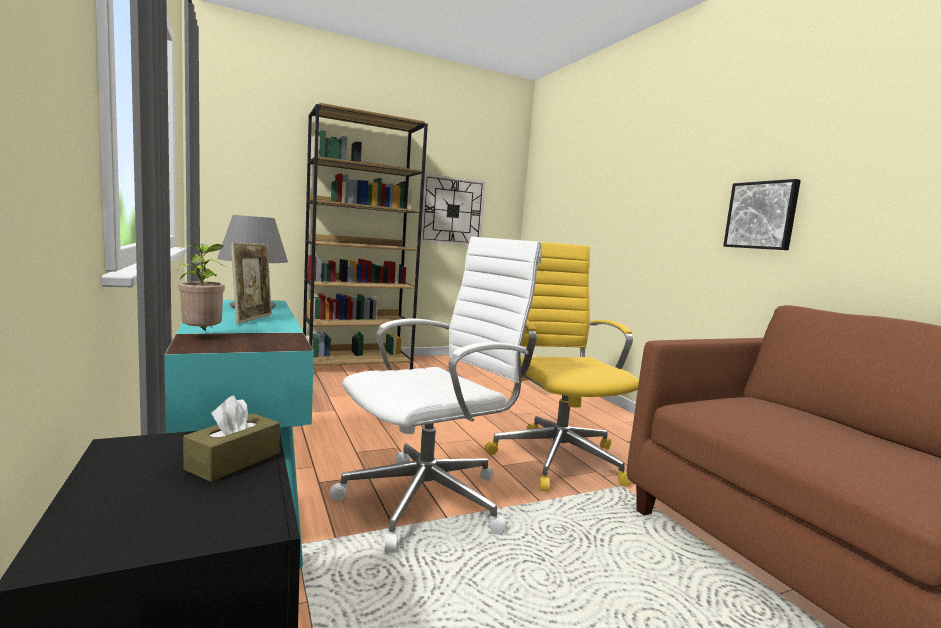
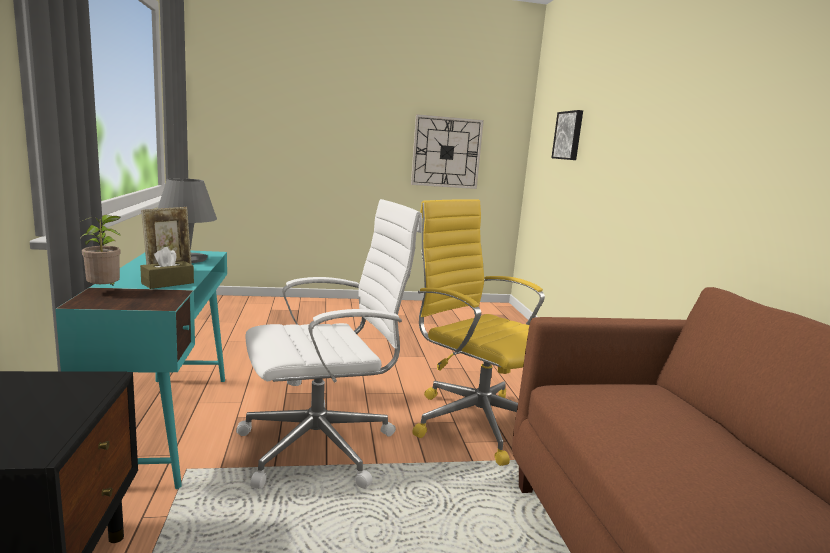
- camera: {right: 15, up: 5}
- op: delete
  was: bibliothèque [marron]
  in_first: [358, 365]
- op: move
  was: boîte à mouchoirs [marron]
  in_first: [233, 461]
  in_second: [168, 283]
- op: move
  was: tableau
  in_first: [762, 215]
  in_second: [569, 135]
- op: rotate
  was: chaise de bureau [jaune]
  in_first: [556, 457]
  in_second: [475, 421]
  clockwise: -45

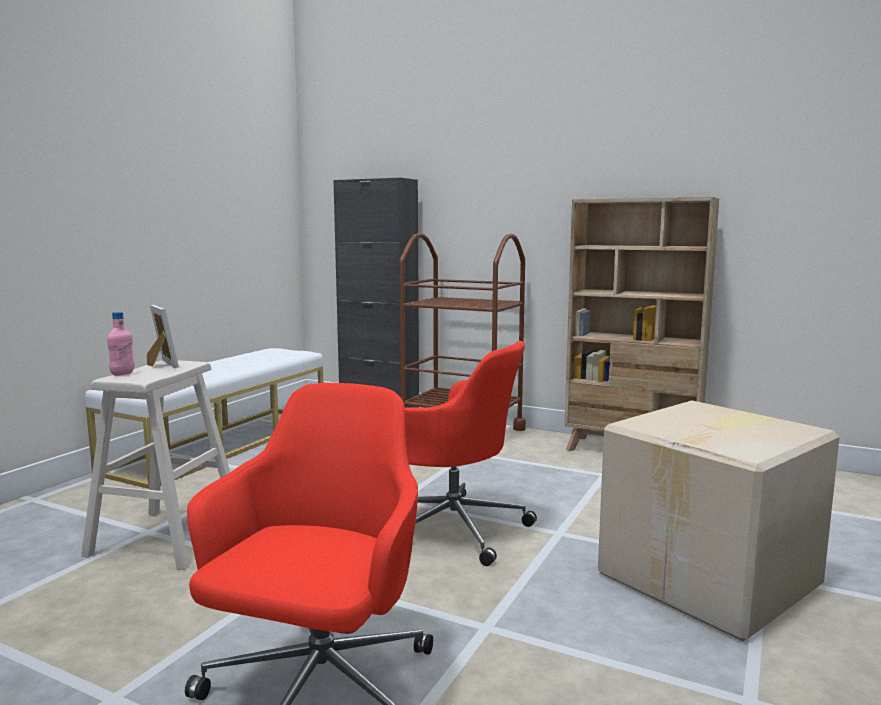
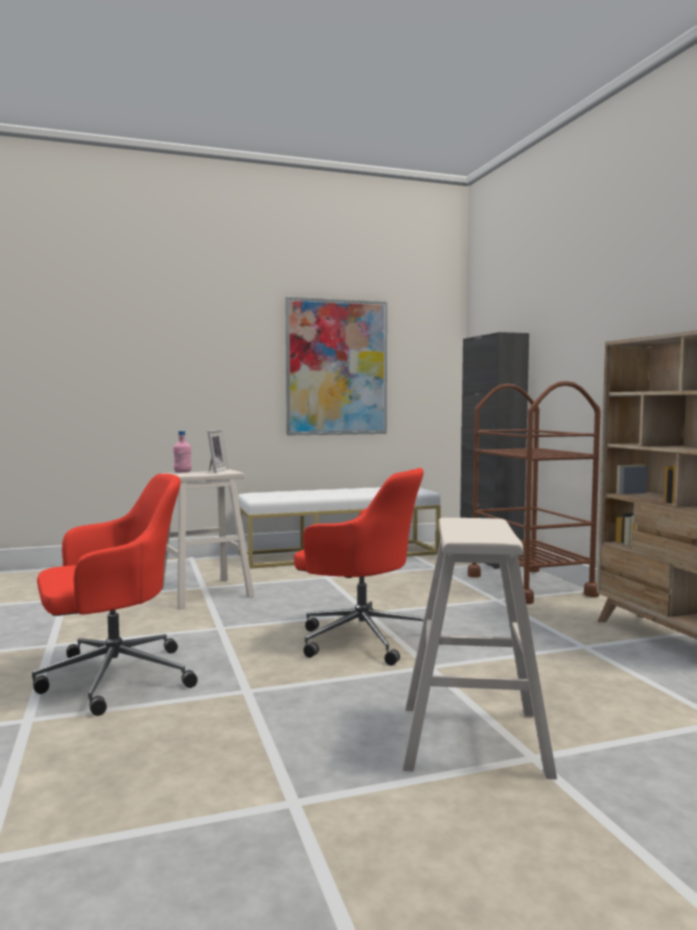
- camera: {right: 45, up: -5}
- op: insert
  now: tableau
  in_second: [337, 367]
- op: replace
  was: carton
  now: tabouret [beige]
  in_first: [711, 579]
  in_second: [473, 739]
- op: rotate
  was: chaise de bureau [rouge]
  in_first: [452, 528]
  in_second: [360, 638]
  clockwise: -45

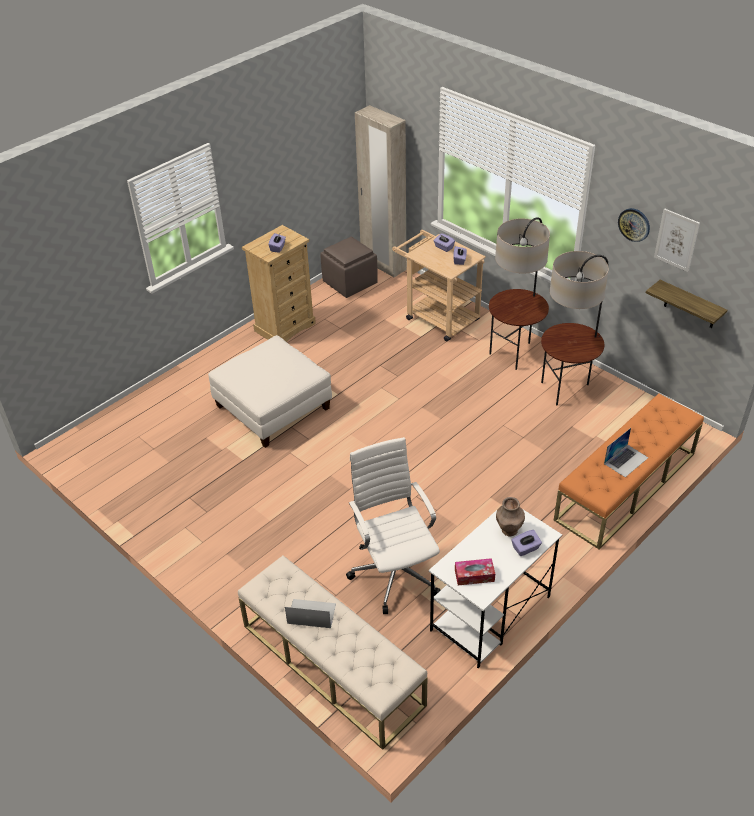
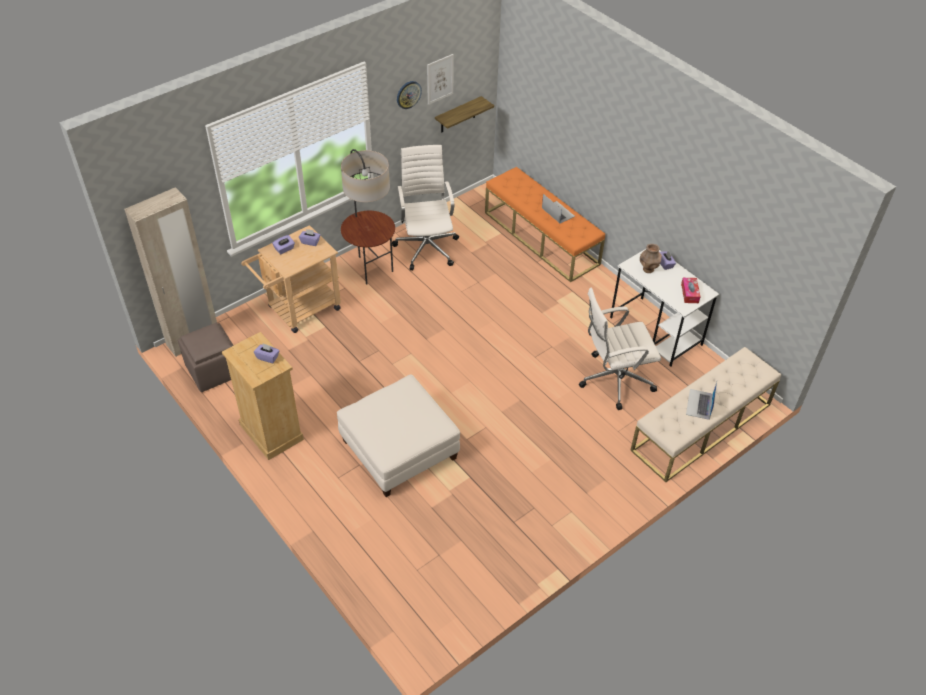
- camera: {right: -85, up: 5}
- op: replace
  was: lampadaire
  now: chaise de bureau [blanc]
  in_first: [566, 389]
  in_second: [427, 247]

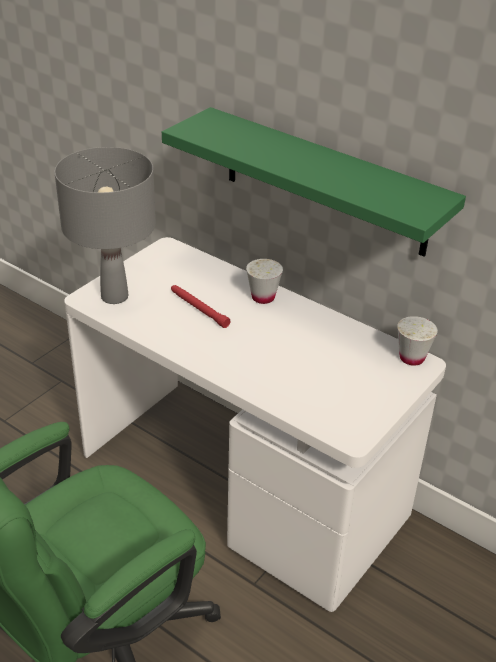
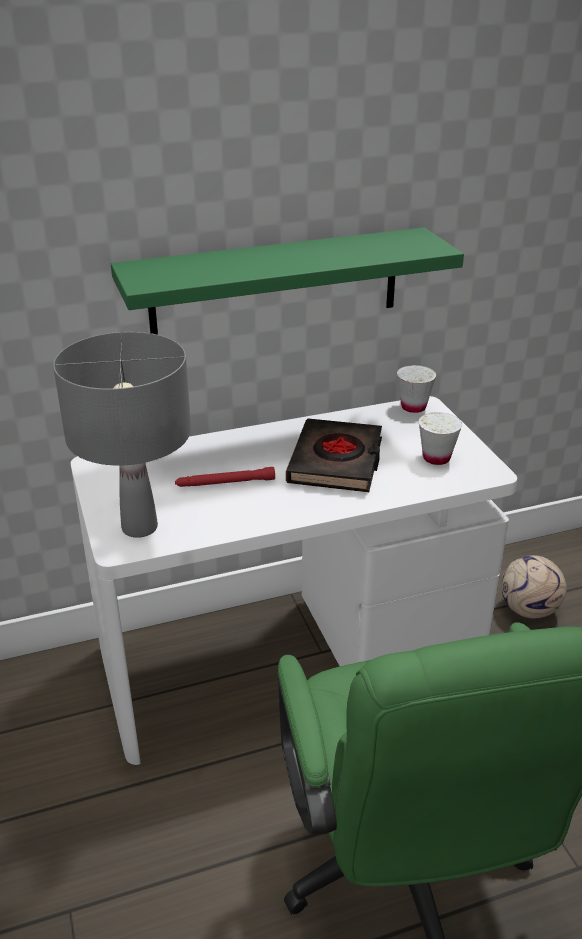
- camera: {right: -55, up: -5}
- op: insert
  now: livre [noir]
  in_second: [336, 462]
- op: insert
  now: ballon de foot
  in_second: [529, 610]
- op: move
  was: tasse [blanc]
  in_first: [263, 297]
  in_second: [436, 458]

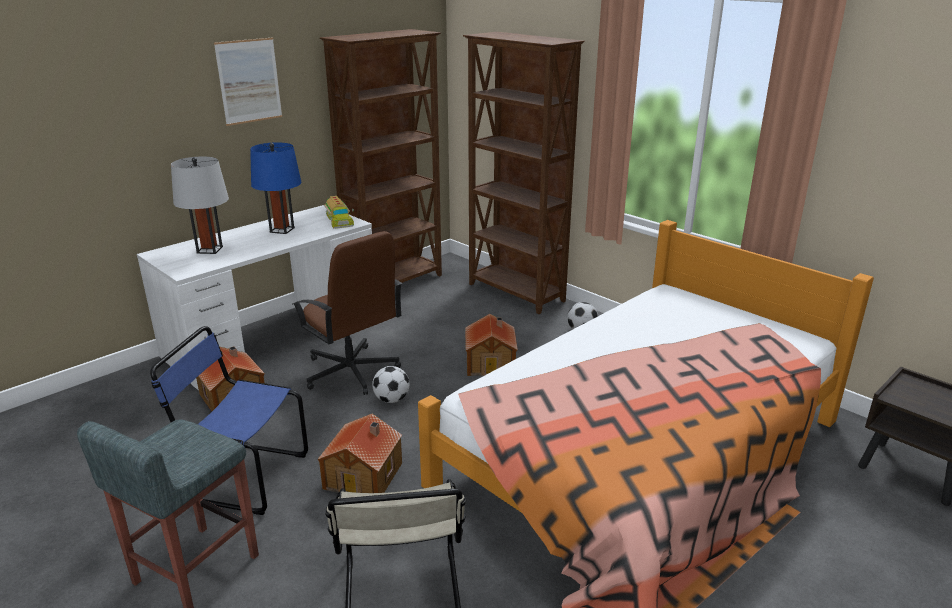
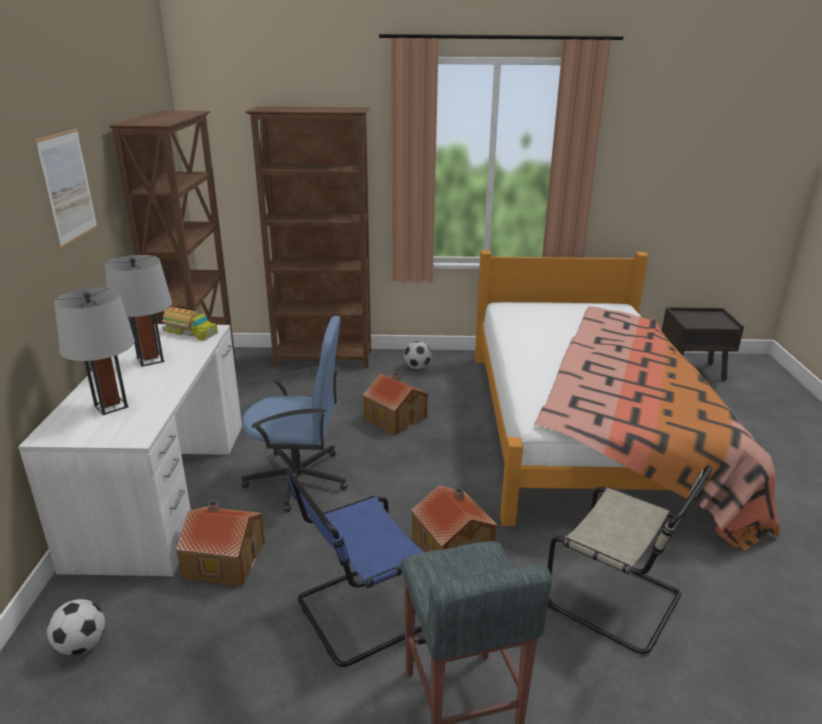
- camera: {right: -45, up: 0}
- op: move
  was: ballon de foot
  in_first: [391, 399]
  in_second: [82, 645]
- op: recolor
  was: lampe de table [bleu]
  now: lampe de table [gris]
  in_first: [282, 230]
  in_second: [150, 360]
- op: recolor
  was: chaise de bureau [marron]
  now: chaise de bureau [bleu]
  in_first: [351, 372]
  in_second: [299, 479]

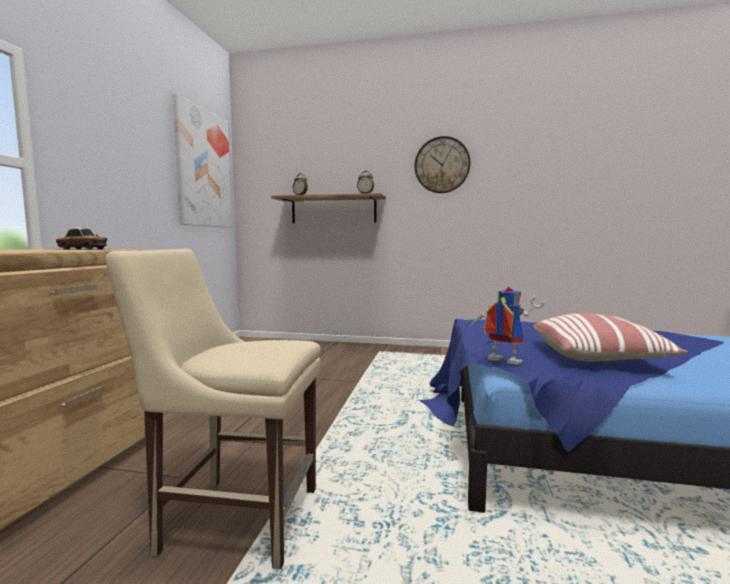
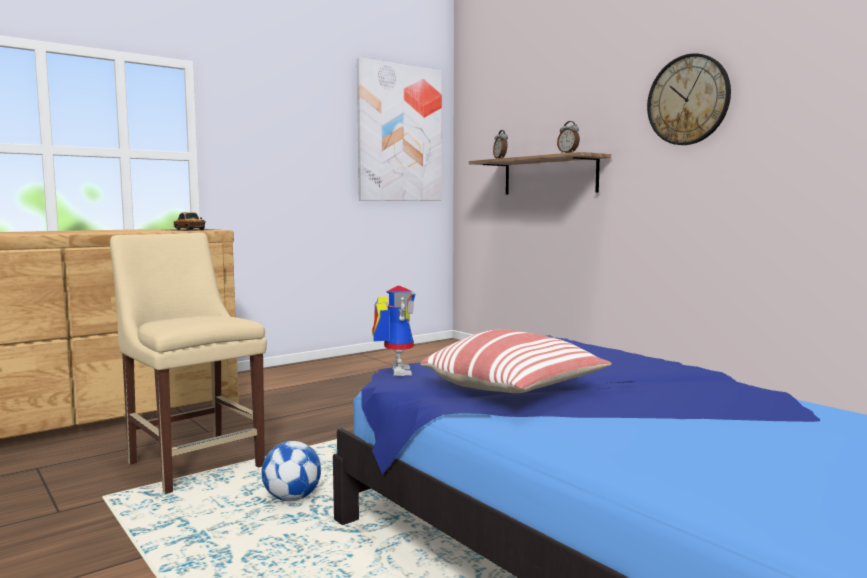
- camera: {right: 40, up: 0}
- op: insert
  now: ballon de foot
  in_second: [292, 498]

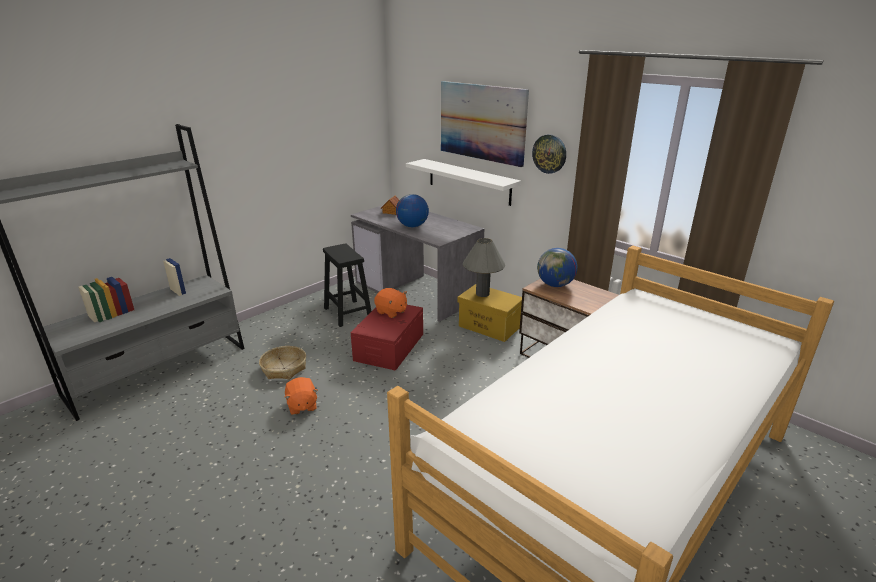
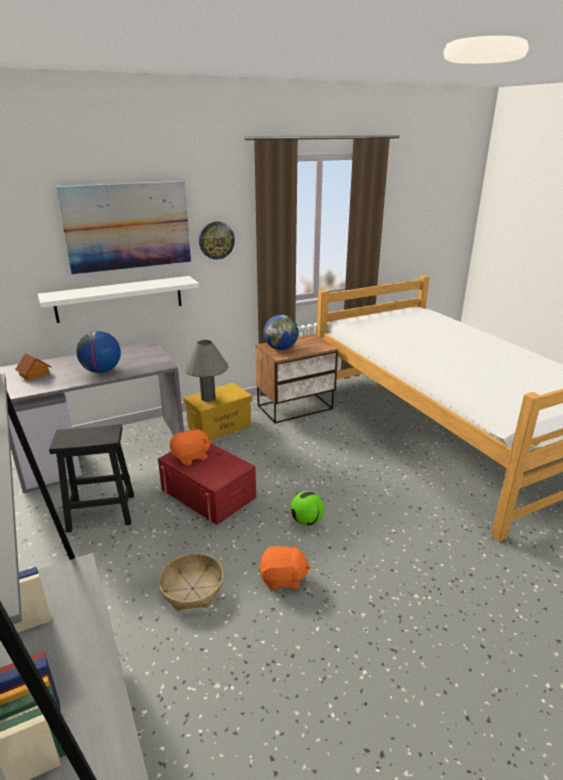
- camera: {right: -70, up: 0}
- op: insert
  now: ballon de foot
  in_second: [307, 521]

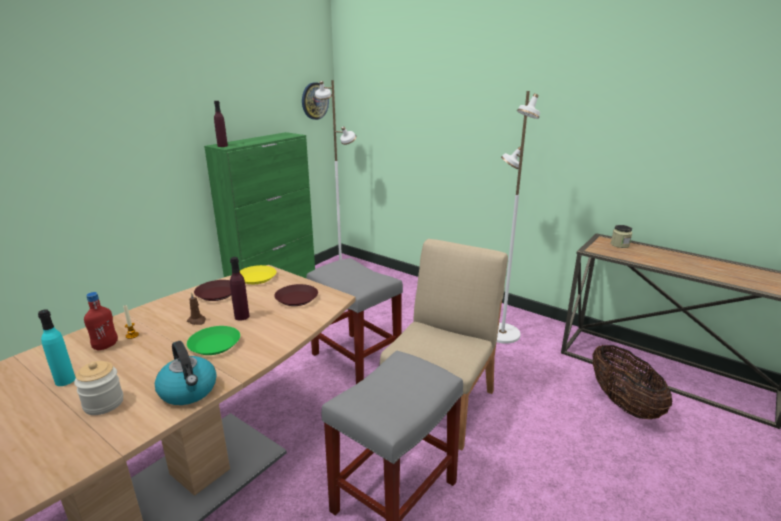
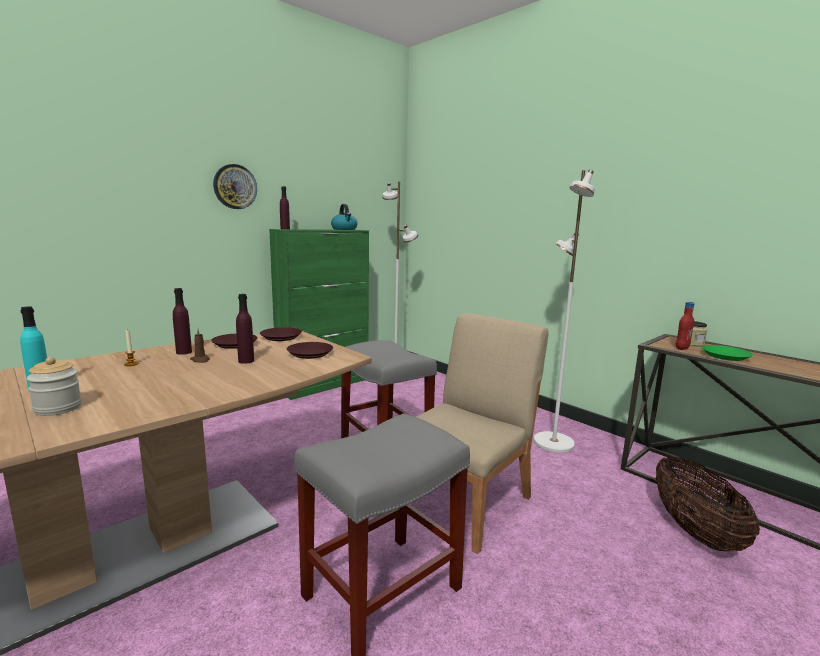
- camera: {right: 10, up: -10}
- op: insert
  now: bouteille [violet]
  in_second: [184, 352]
- op: move
  was: bouteille [rouge]
  in_first: [106, 346]
  in_second: [682, 348]
- op: move
  was: bouilloire
  in_first: [189, 391]
  in_second: [344, 229]
- op: move
  was: assiette [vert]
  in_first: [214, 344]
  in_second: [725, 356]
- op: move
  was: horloge murale
  in_first: [314, 101]
  in_second: [235, 187]
- op: recolor
  was: assiette [jaune]
  now: assiette [marron]
  in_first: [257, 278]
  in_second: [281, 337]

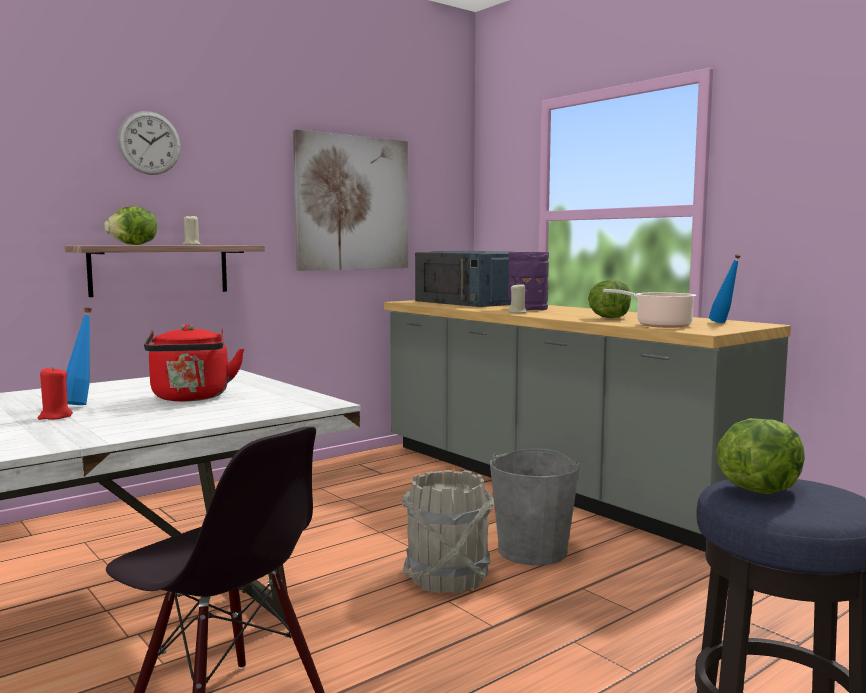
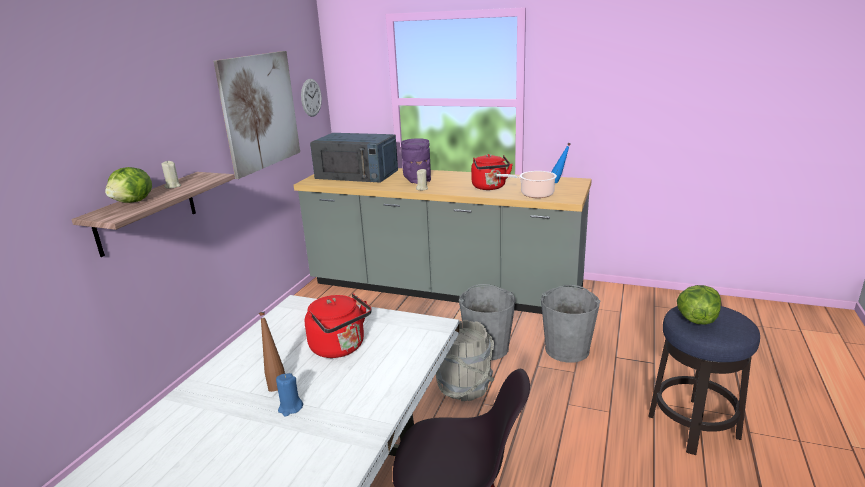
- camera: {right: -30, up: 15}
- op: insert
  now: seau [gris]
  in_second: [567, 349]
- op: move
  was: horloge murale
  in_first: [149, 143]
  in_second: [311, 97]
- op: replace
  was: laitue
  now: bouilloire [rouge]
  in_first: [609, 318]
  in_second: [490, 187]
- op: recolor
  was: bougie [rouge]
  now: bougie [bleu]
  in_first: [55, 416]
  in_second: [290, 408]
- op: recolor
  was: bouteille [bleu]
  now: bouteille [marron]
  in_first: [81, 404]
  in_second: [276, 384]

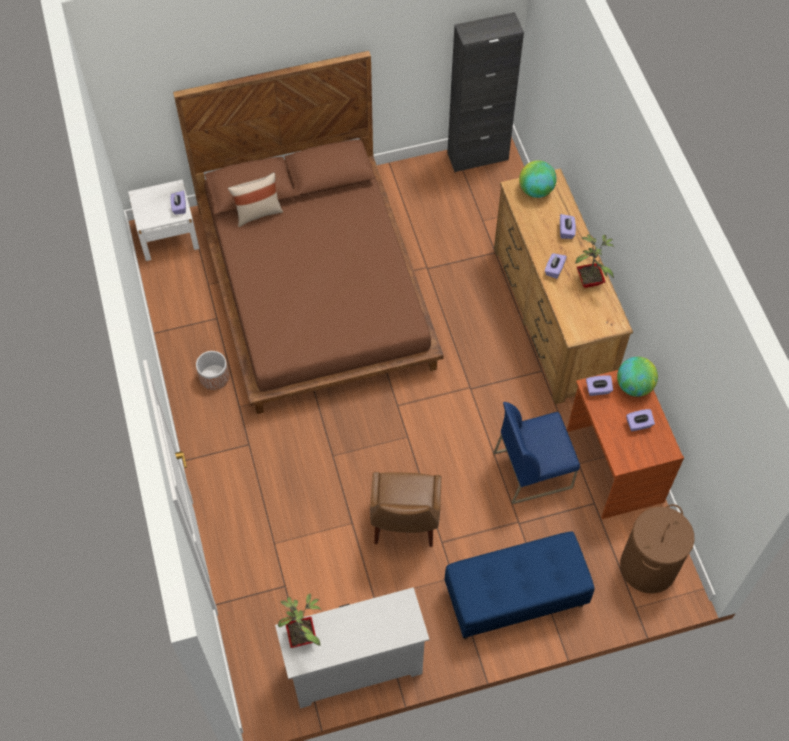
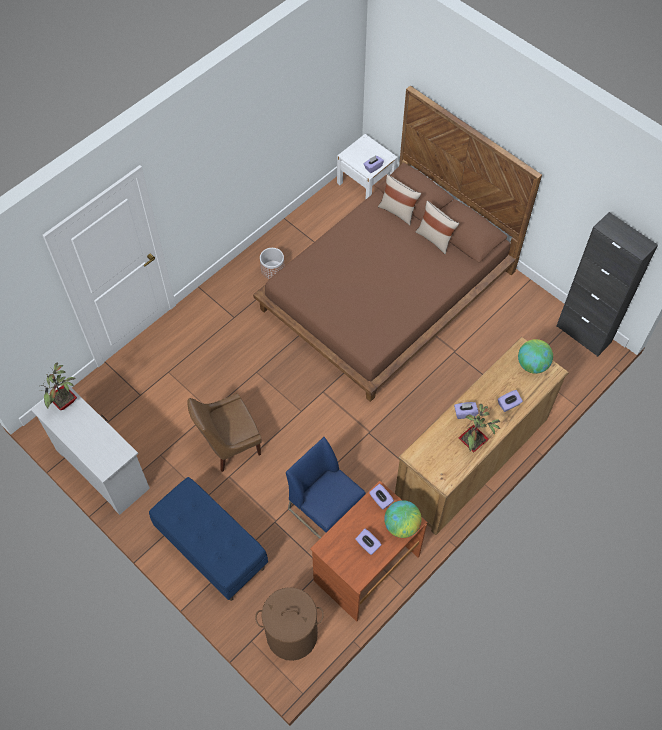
- camera: {right: 60, up: 0}
- op: insert
  now: coussin [beige]
  in_second: [435, 239]

